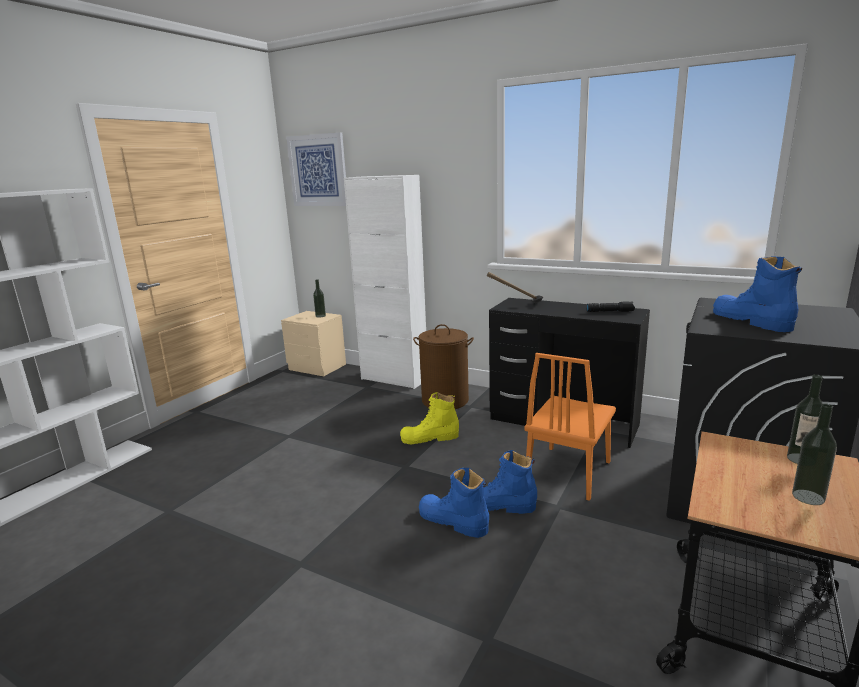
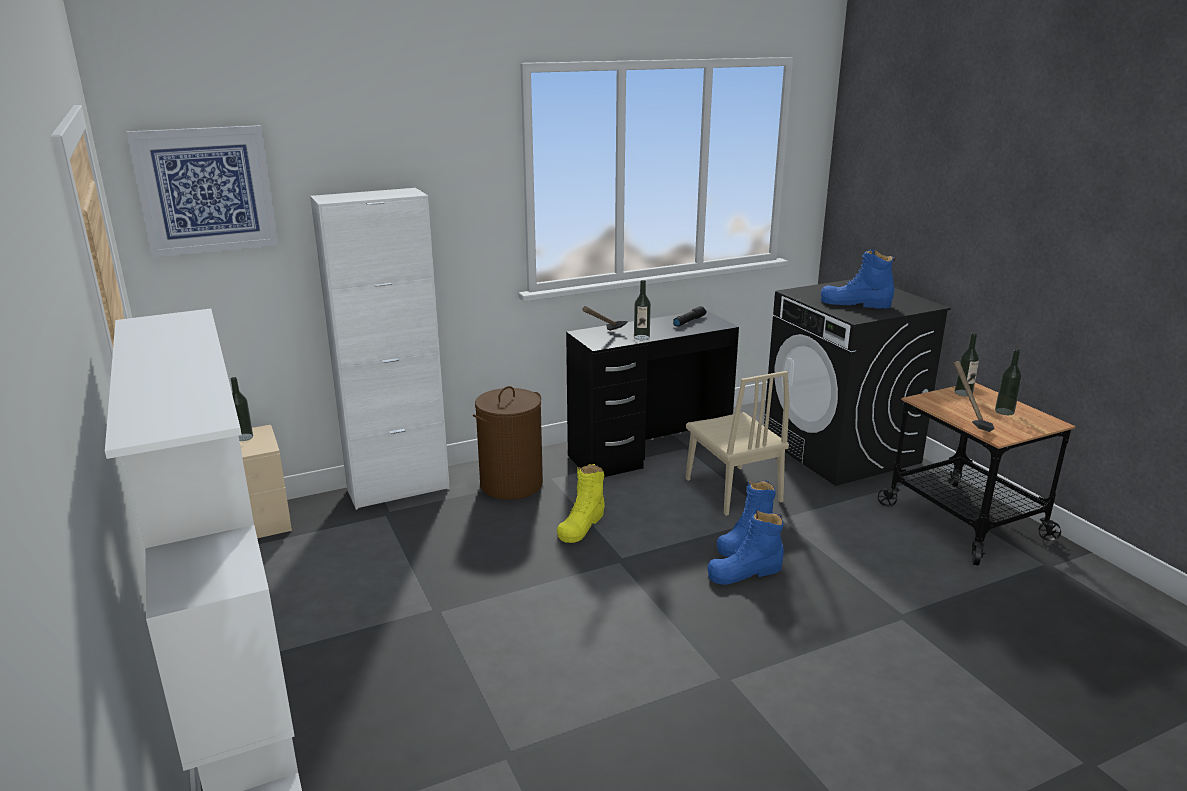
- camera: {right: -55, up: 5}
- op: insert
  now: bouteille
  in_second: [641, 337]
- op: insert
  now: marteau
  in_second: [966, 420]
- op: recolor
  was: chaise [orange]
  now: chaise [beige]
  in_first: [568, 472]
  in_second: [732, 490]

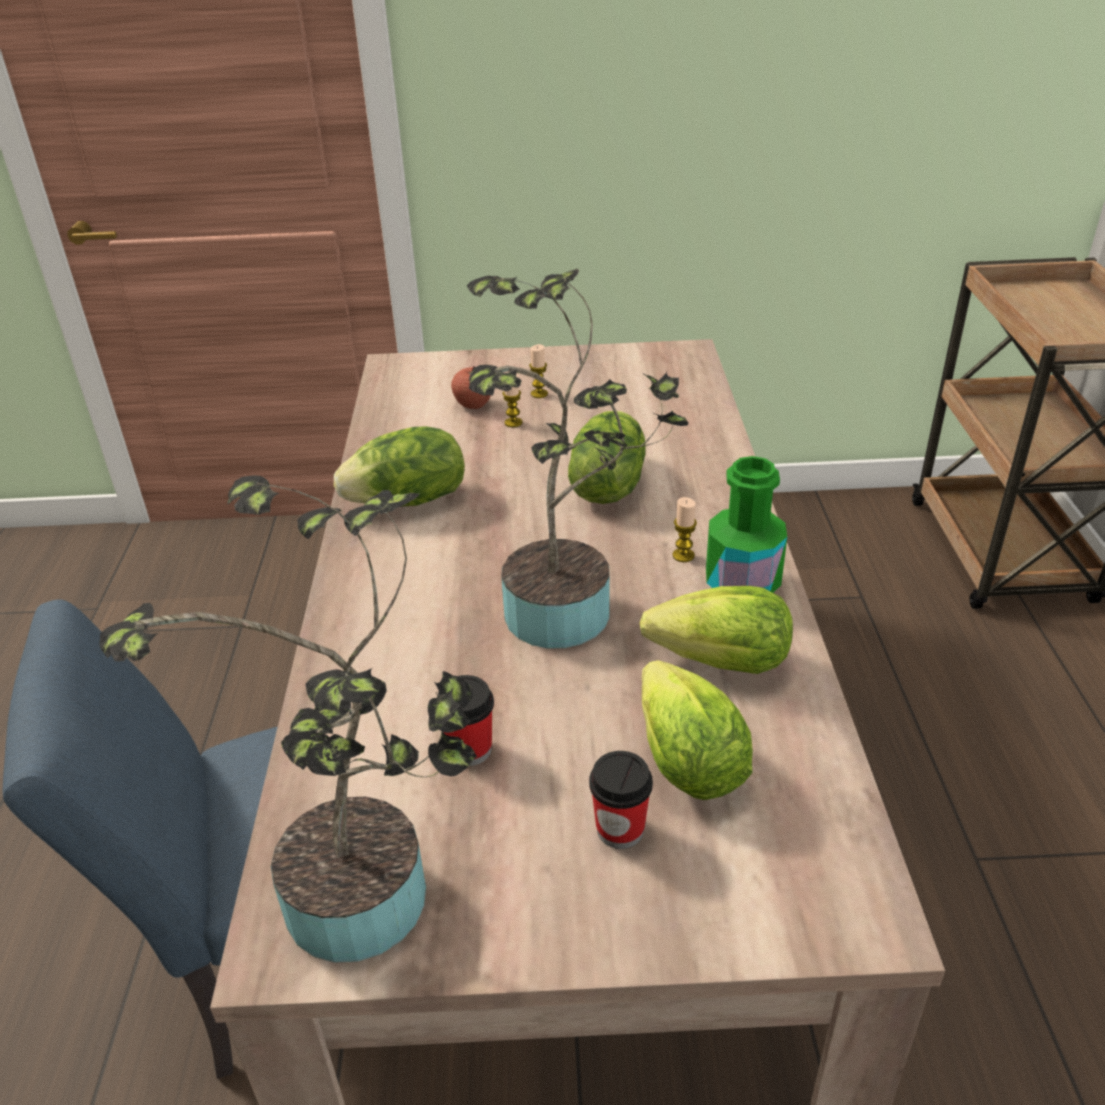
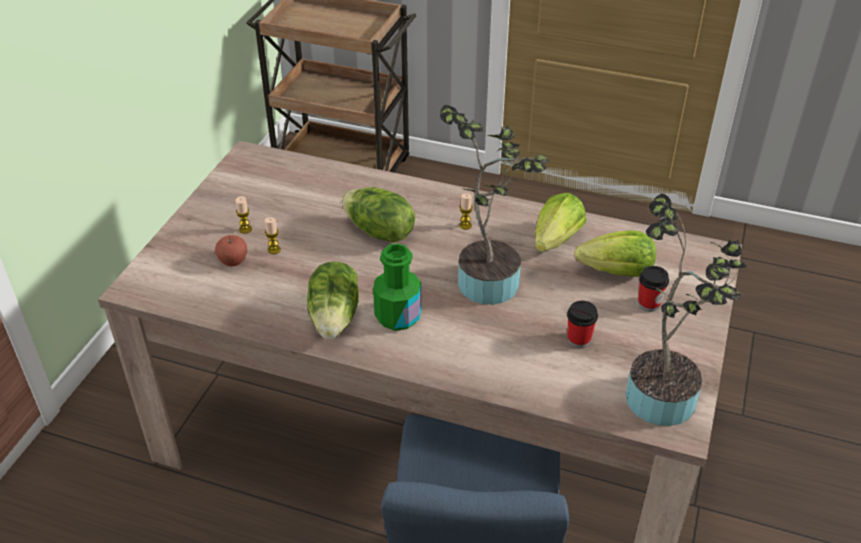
- camera: {right: -70, up: 5}
- op: move
  was: bouteille [vert]
  in_first: [742, 584]
  in_second: [398, 316]

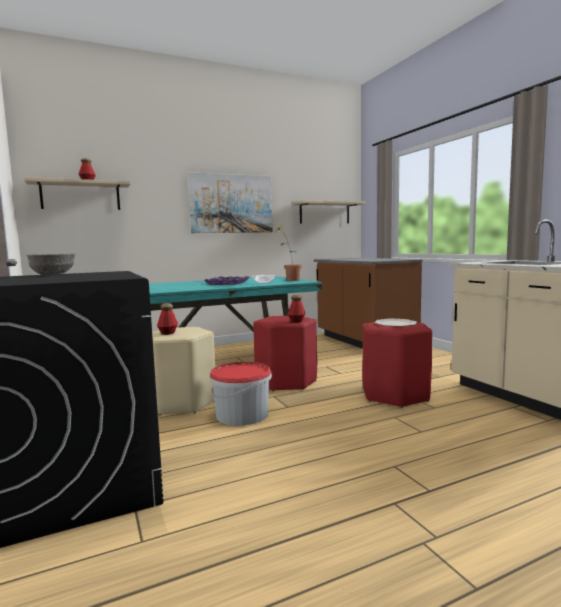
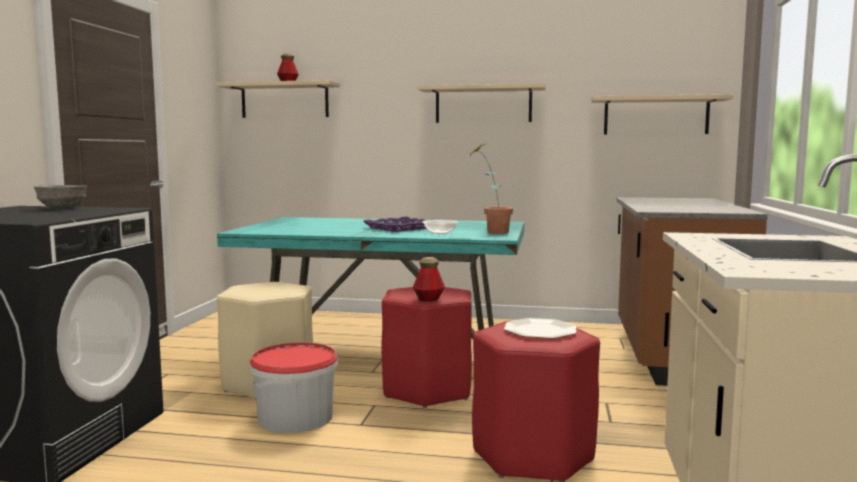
- camera: {right: 35, up: 0}
- op: delete
  was: bouteille
  in_first: [168, 333]
- op: replace
  was: tableau
  now: étagère [beige]
  in_first: [231, 203]
  in_second: [483, 104]

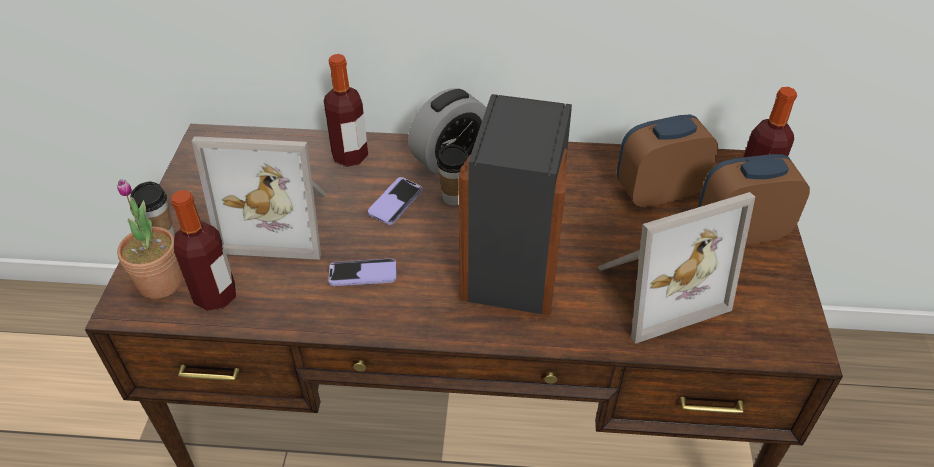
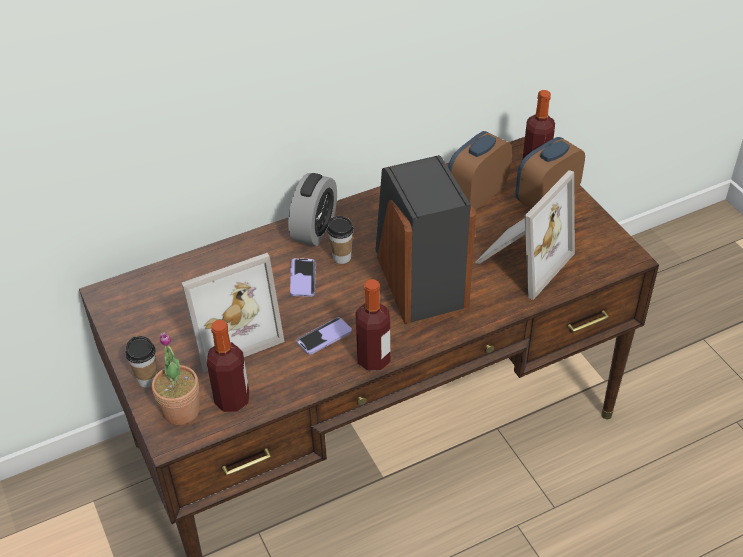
- camera: {right: -30, up: 0}
- op: move
  was: bouteille
  in_first: [350, 156]
  in_second: [373, 359]

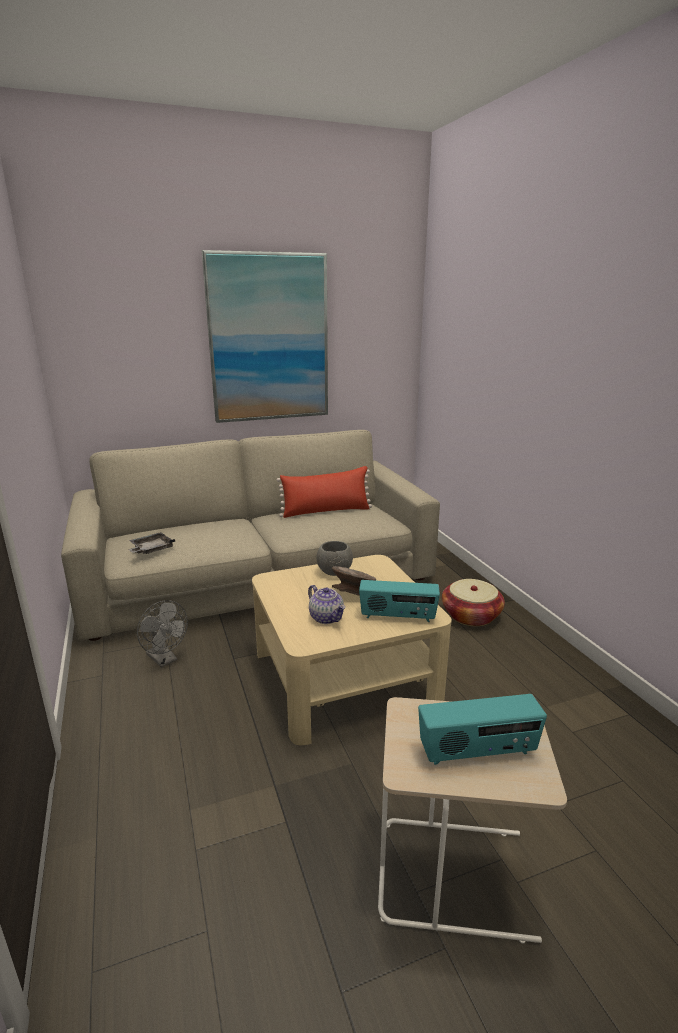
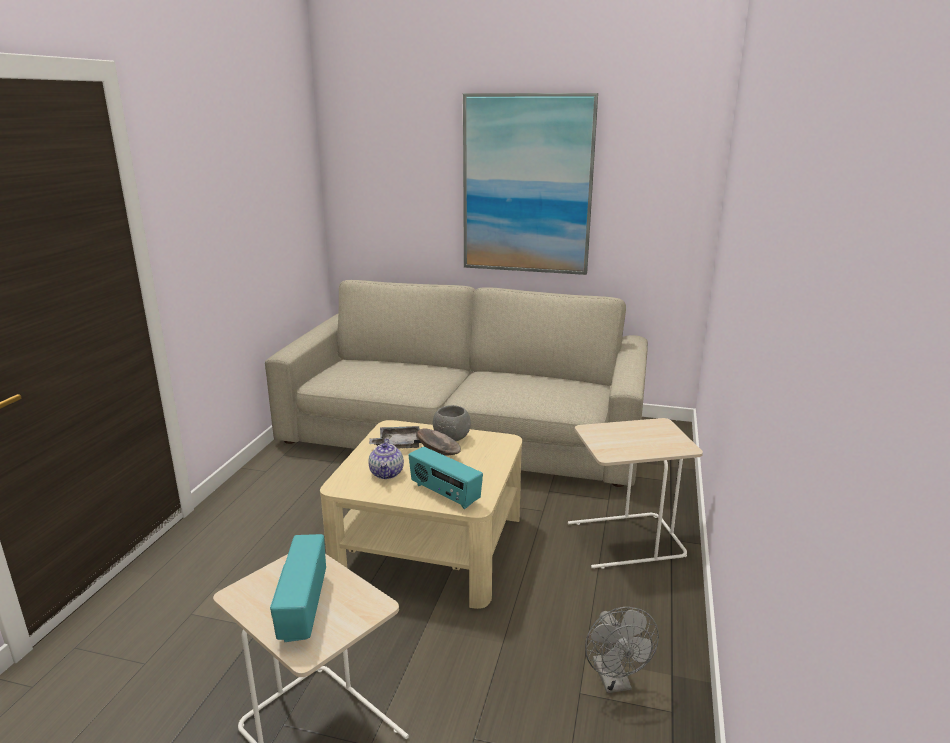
- camera: {right: 35, up: 0}
- op: delete
  was: coussin [rouge]
  in_first: [326, 511]
- op: move
  was: plateau [gris]
  in_first: [151, 549]
  in_second: [398, 444]
- op: move
  was: ventilateur [gris]
  in_first: [165, 660]
  in_second: [614, 681]
- op: replace
  was: panier
  now: table d'appoint [beige]
  in_first: [471, 616]
  in_second: [625, 541]
- op: rotate
  was: radio
  in_first: [477, 752]
  in_second: [302, 608]
  clockwise: 60

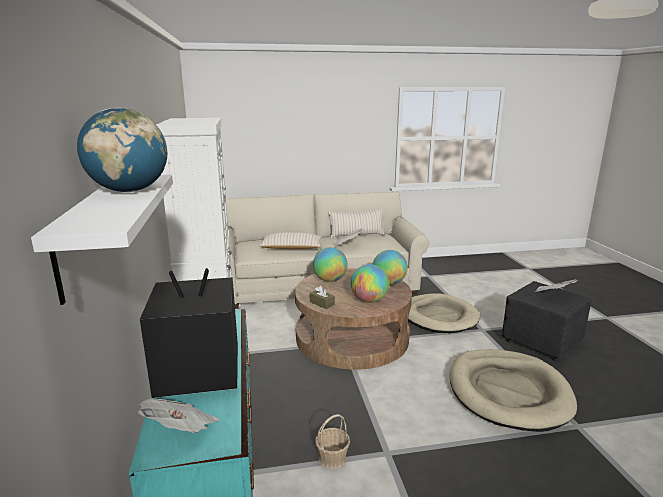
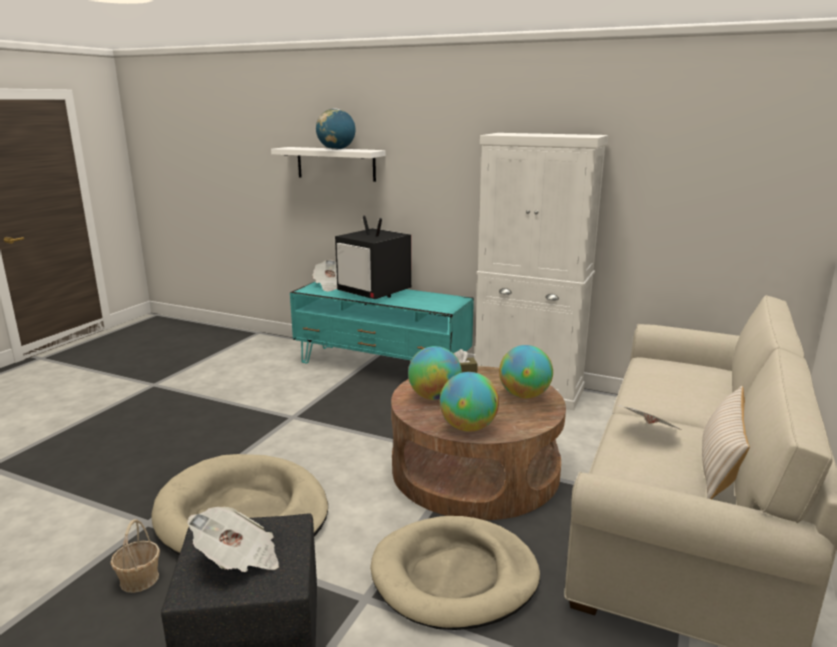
- camera: {right: 125, up: 0}
- op: delete
  was: coussin [beige]
  in_first: [291, 248]
- op: move
  was: panier
  in_first: [332, 458]
  in_second: [139, 579]
- op: rotate
  was: téléviseur
  in_first: [197, 374]
  in_second: [375, 293]
  clockwise: 105

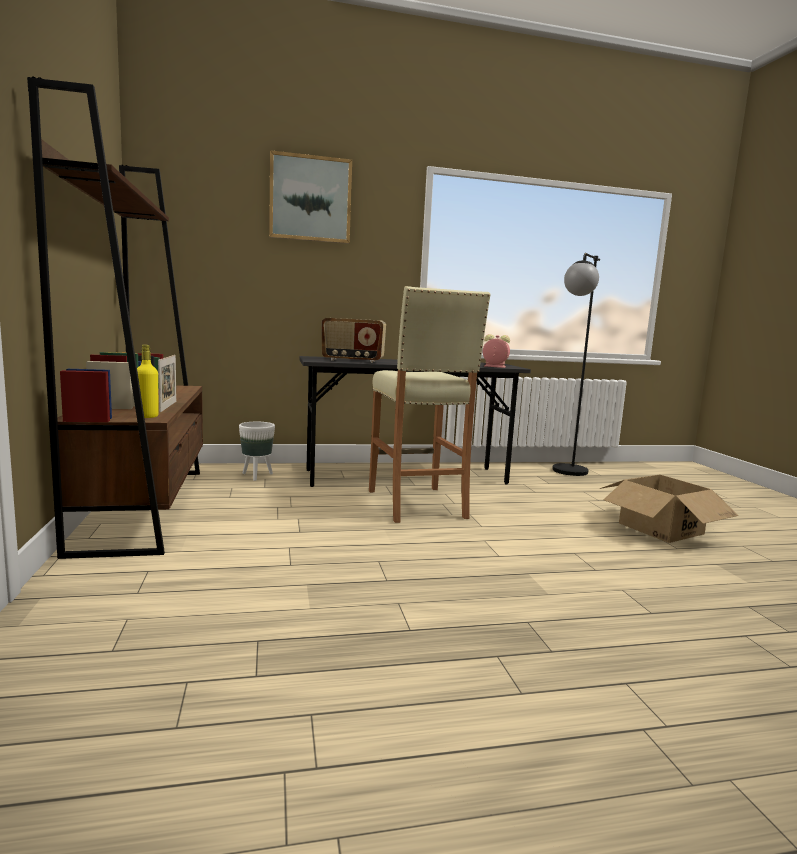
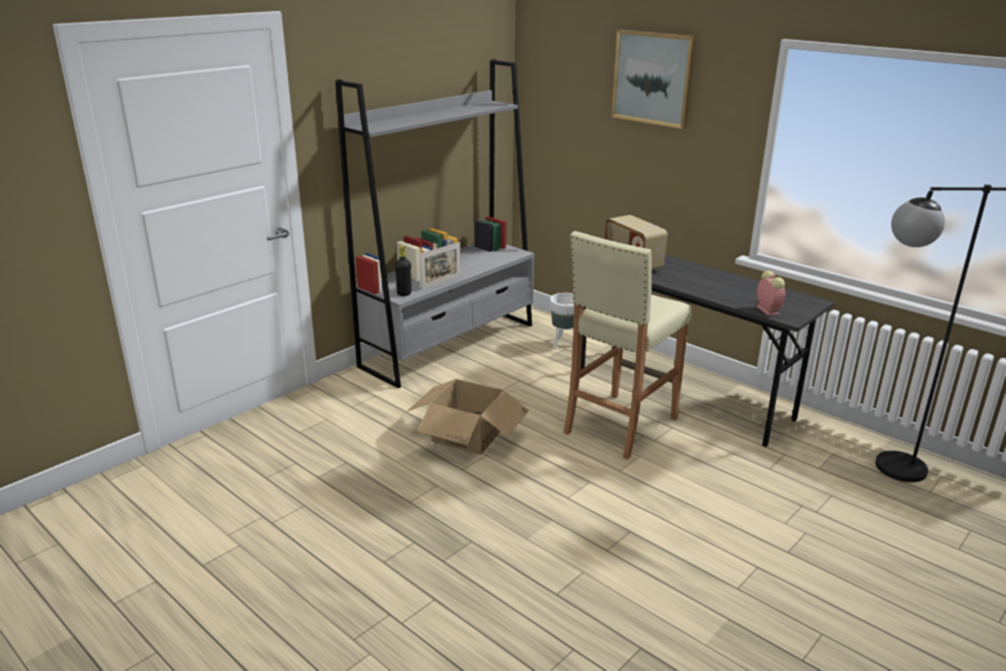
- camera: {right: 55, up: 15}
- op: move
  was: carton
  in_first: [661, 528]
  in_second: [468, 434]
- op: recolor
  was: bibliothèque [marron]
  now: bibliothèque [gris]
  in_first: [144, 506]
  in_second: [449, 345]
- op: recolor
  was: bouteille [jaune]
  now: bouteille [noir]
  in_first: [148, 416]
  in_second: [404, 293]

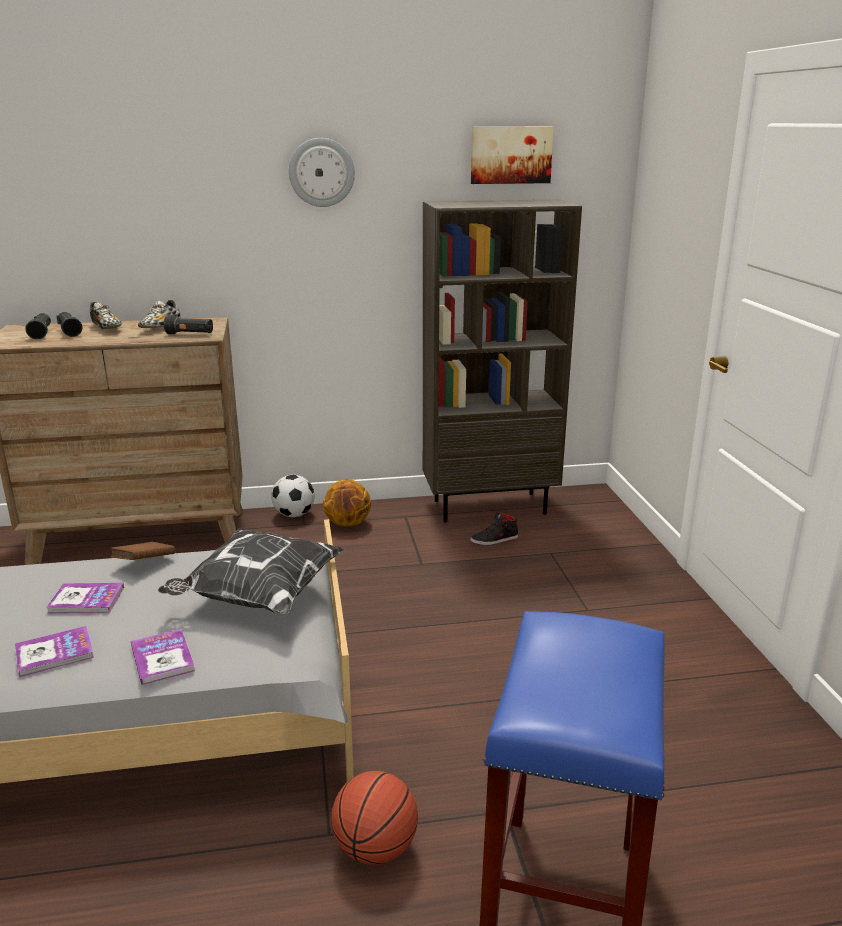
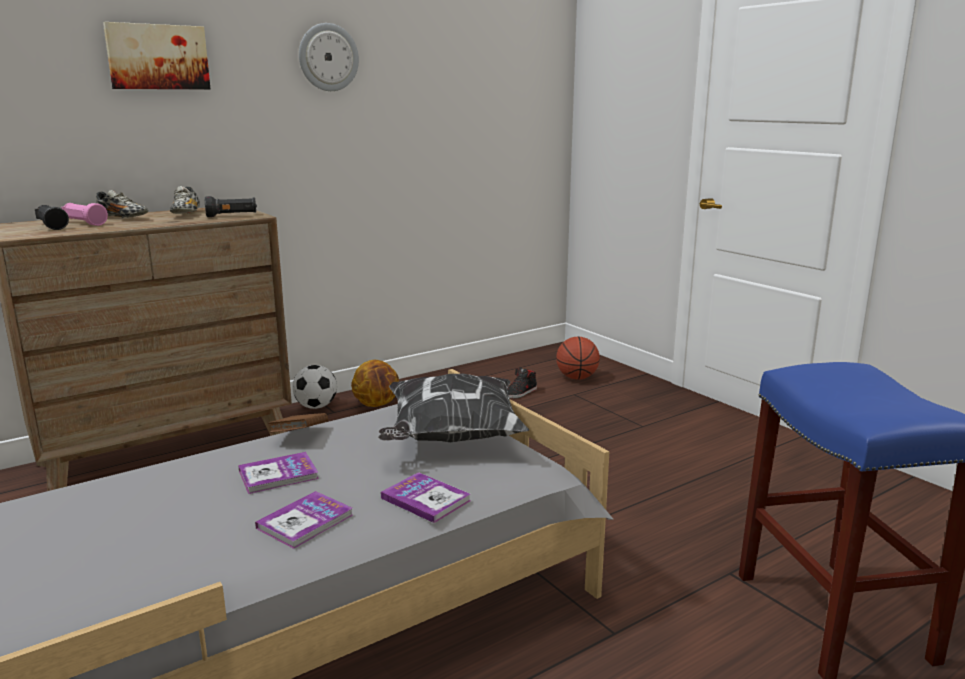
- camera: {right: -25, up: -5}
- op: delete
  was: bibliothèque [marron]
  in_first: [490, 506]
- op: move
  was: ballon de basket
  in_first: [375, 848]
  in_second: [576, 378]
- op: move
  was: tableau
  in_first: [510, 155]
  in_second: [157, 57]
- op: recolor
  was: lampe de poche [noir]
  now: lampe de poche [rose]
  in_first: [69, 332]
  in_second: [85, 223]

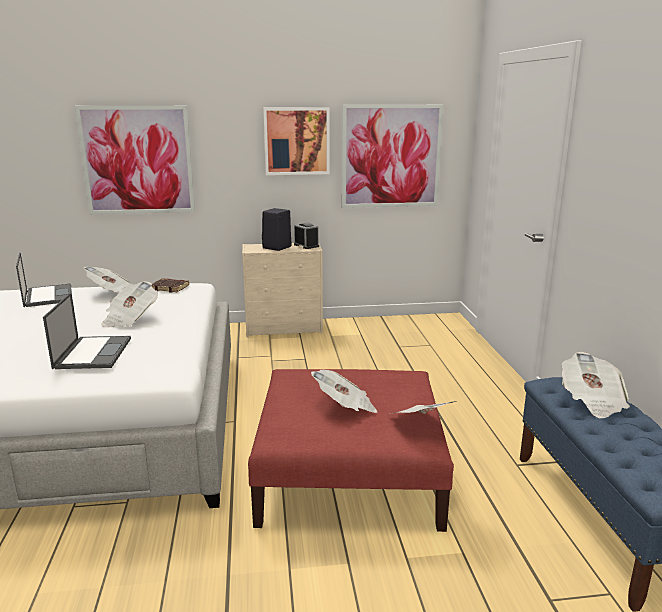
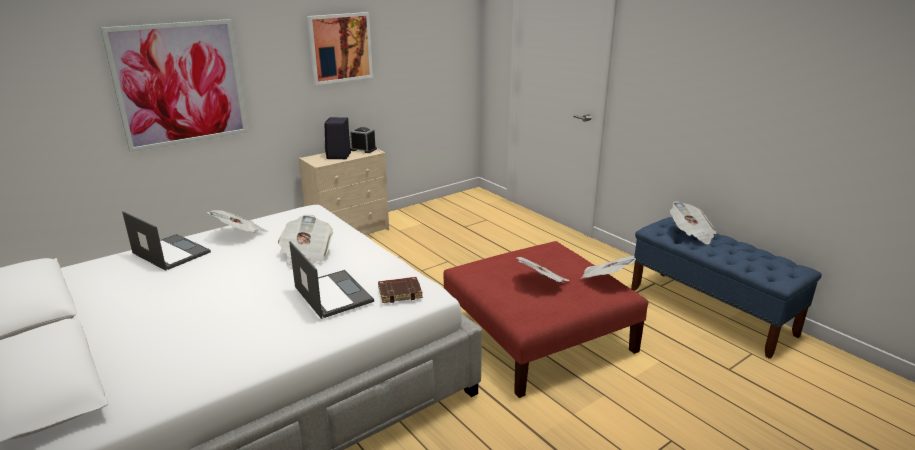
- camera: {right: -30, up: 5}
- op: delete
  was: tableau
  in_first: [391, 156]
- op: move
  was: livre [marron]
  in_first: [170, 288]
  in_second: [400, 292]

